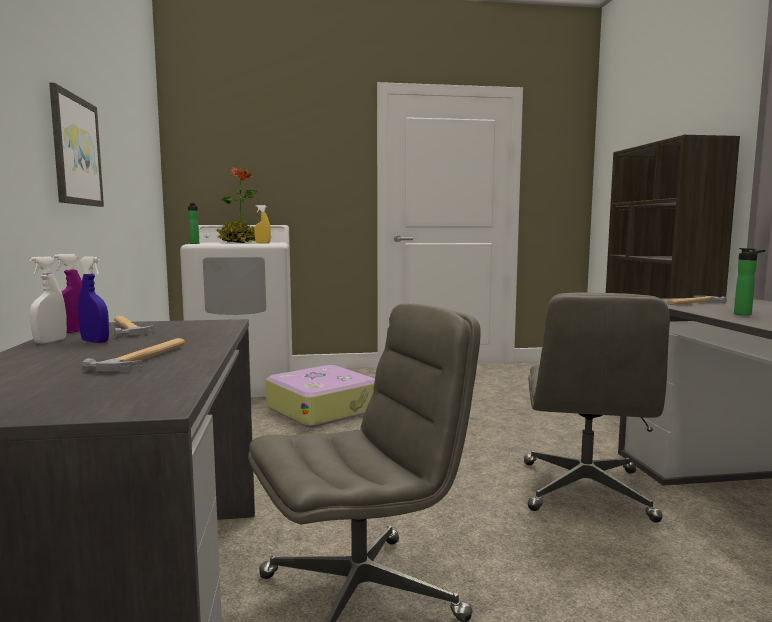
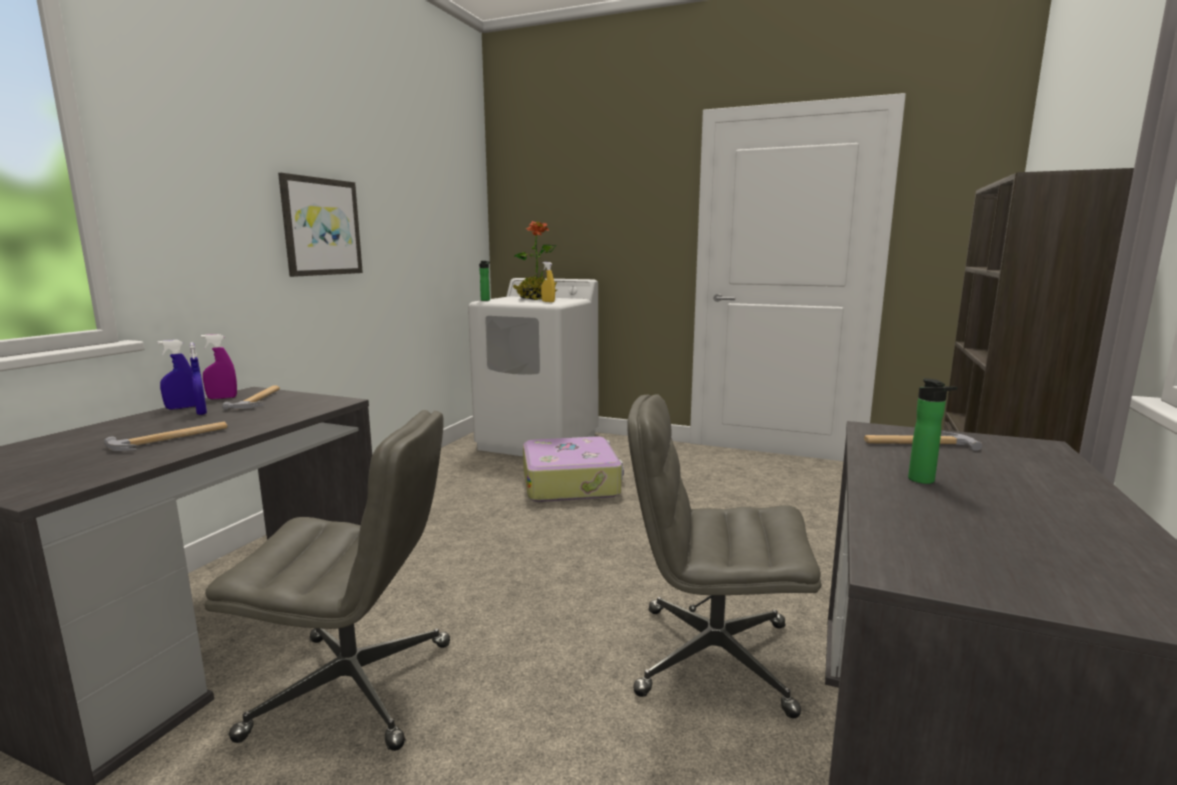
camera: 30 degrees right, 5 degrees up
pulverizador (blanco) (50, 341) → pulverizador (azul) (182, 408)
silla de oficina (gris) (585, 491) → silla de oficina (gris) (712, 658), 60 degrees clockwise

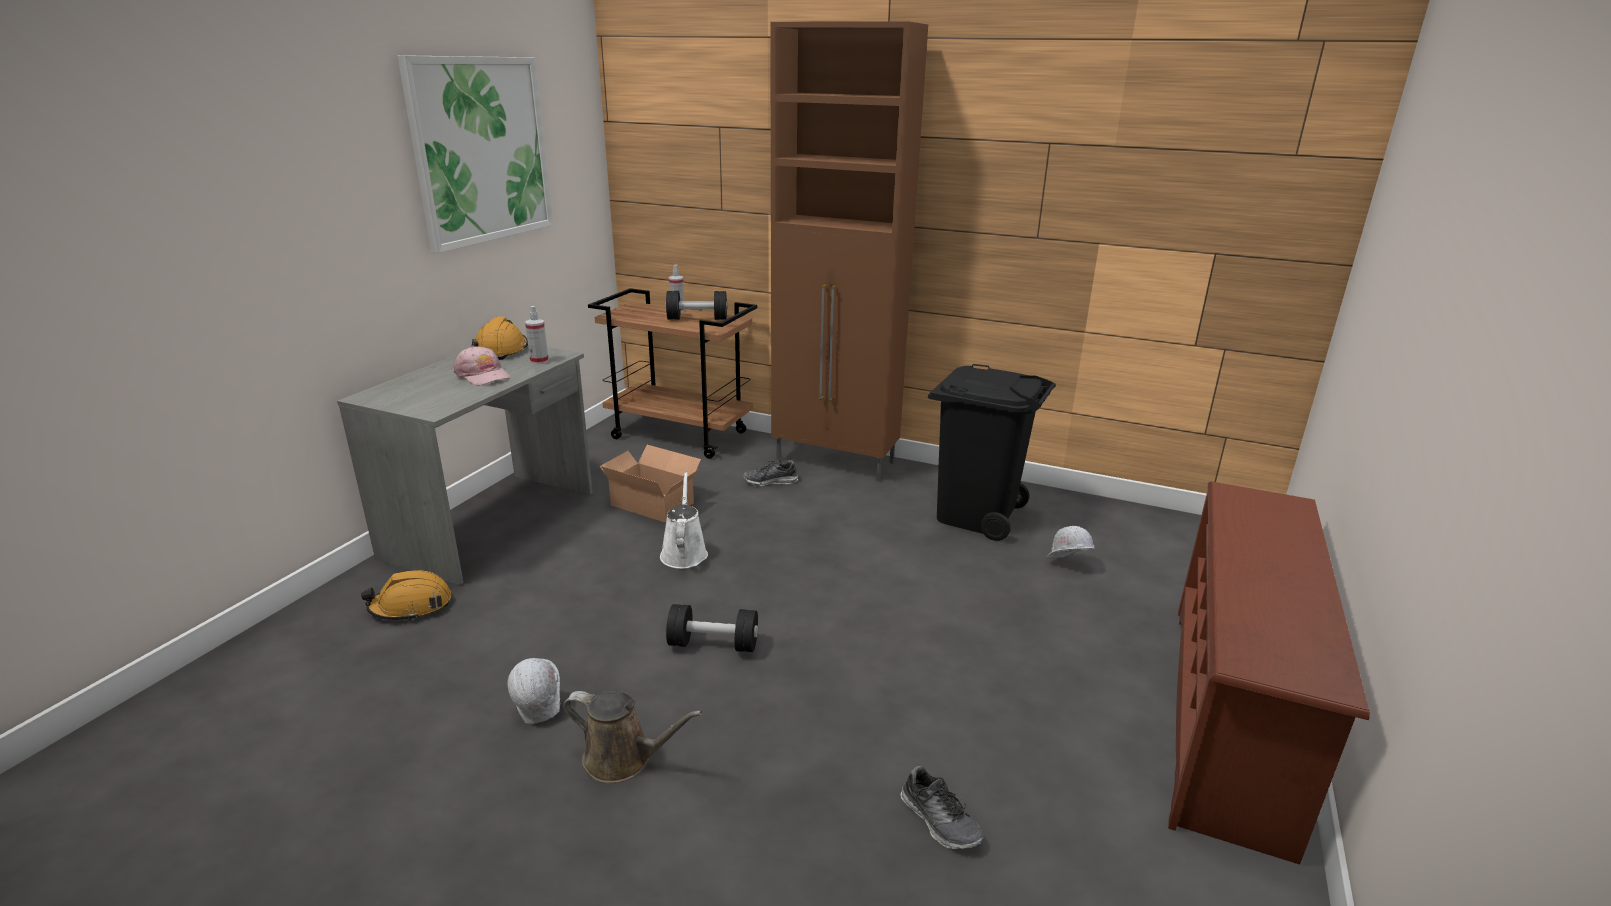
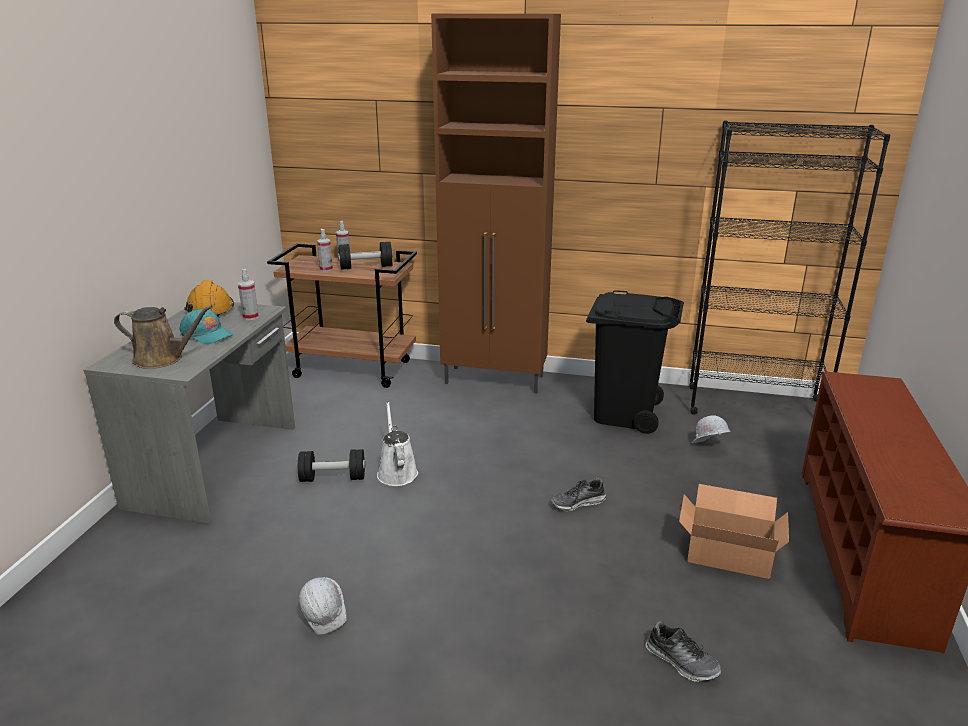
camera: 10 degrees left, 0 degrees up
regadera (marrón) (624, 759) → regadera (marrón) (162, 359), moved
gorra (rosa) (483, 375) → gorra (turquesa) (207, 334)
mancuerna (negro) (713, 644) → mancuerna (negro) (333, 478), moved
- → pulverizador (326, 269)
zapato (770, 481) → zapato (578, 503), moved
caja de cartón (653, 502) → caja de cartón (727, 551), moved
- → estantería (negro) (754, 406)
casco (naranja) (411, 606) → -
cuadro (481, 150) → -

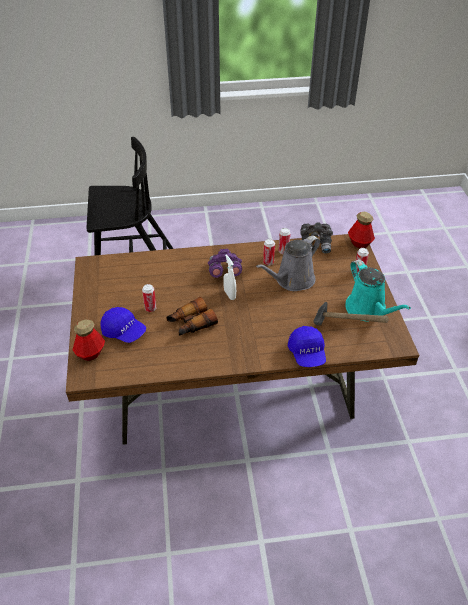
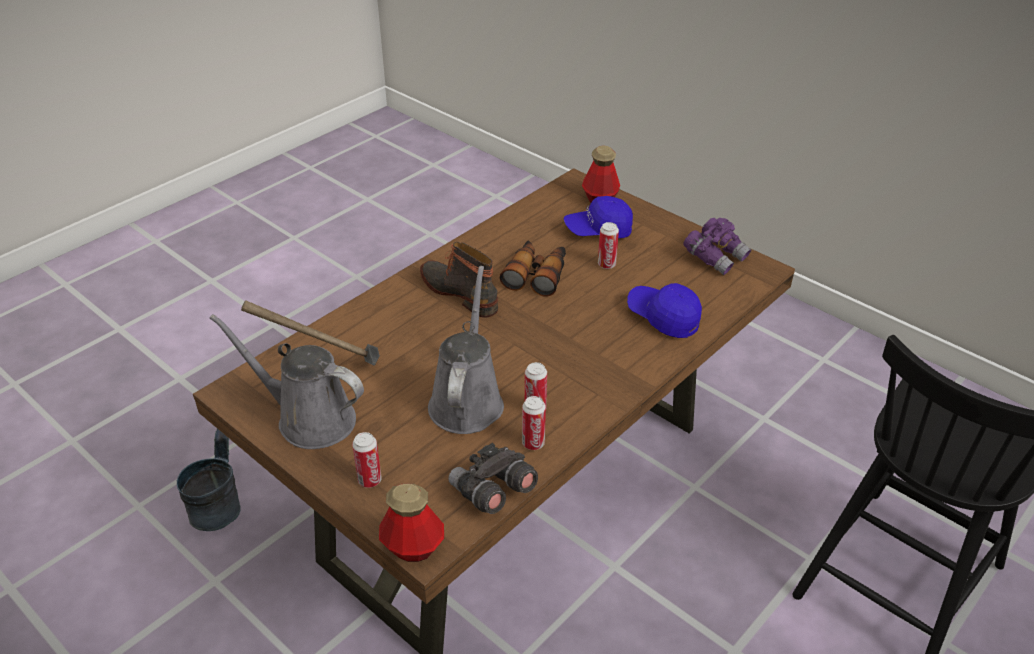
camera: 140 degrees right, 5 degrees down
- → cubo (gris) (219, 504)
regadera (turquesa) (368, 310) → regadera (gris) (309, 419)
- → bota (460, 292)
gorra (azul) (307, 353) → gorra (azul) (663, 318), moved
prismáticos (morado) (224, 272) → prismáticos (morado) (715, 257), moved
pulverizador (blanco) (229, 294) → -

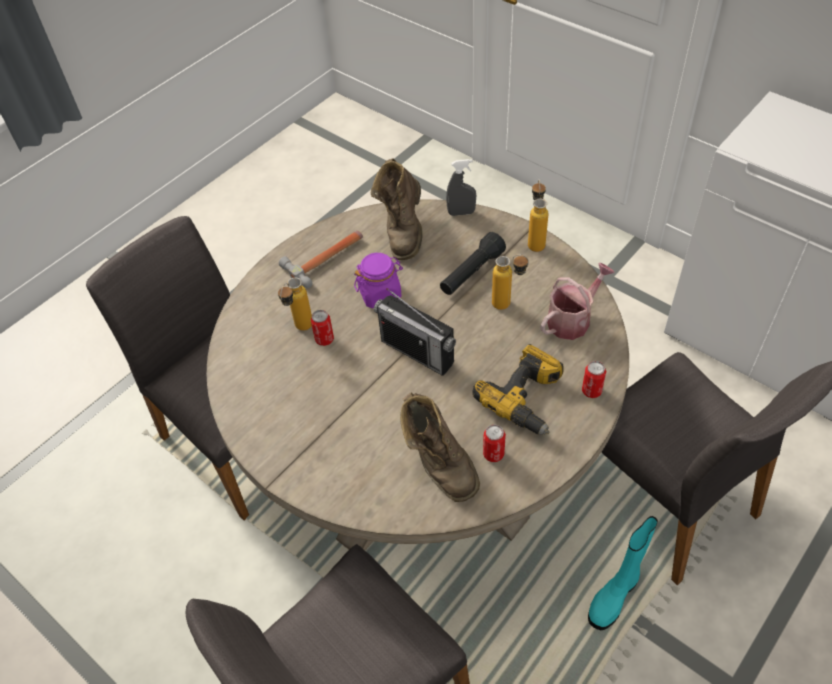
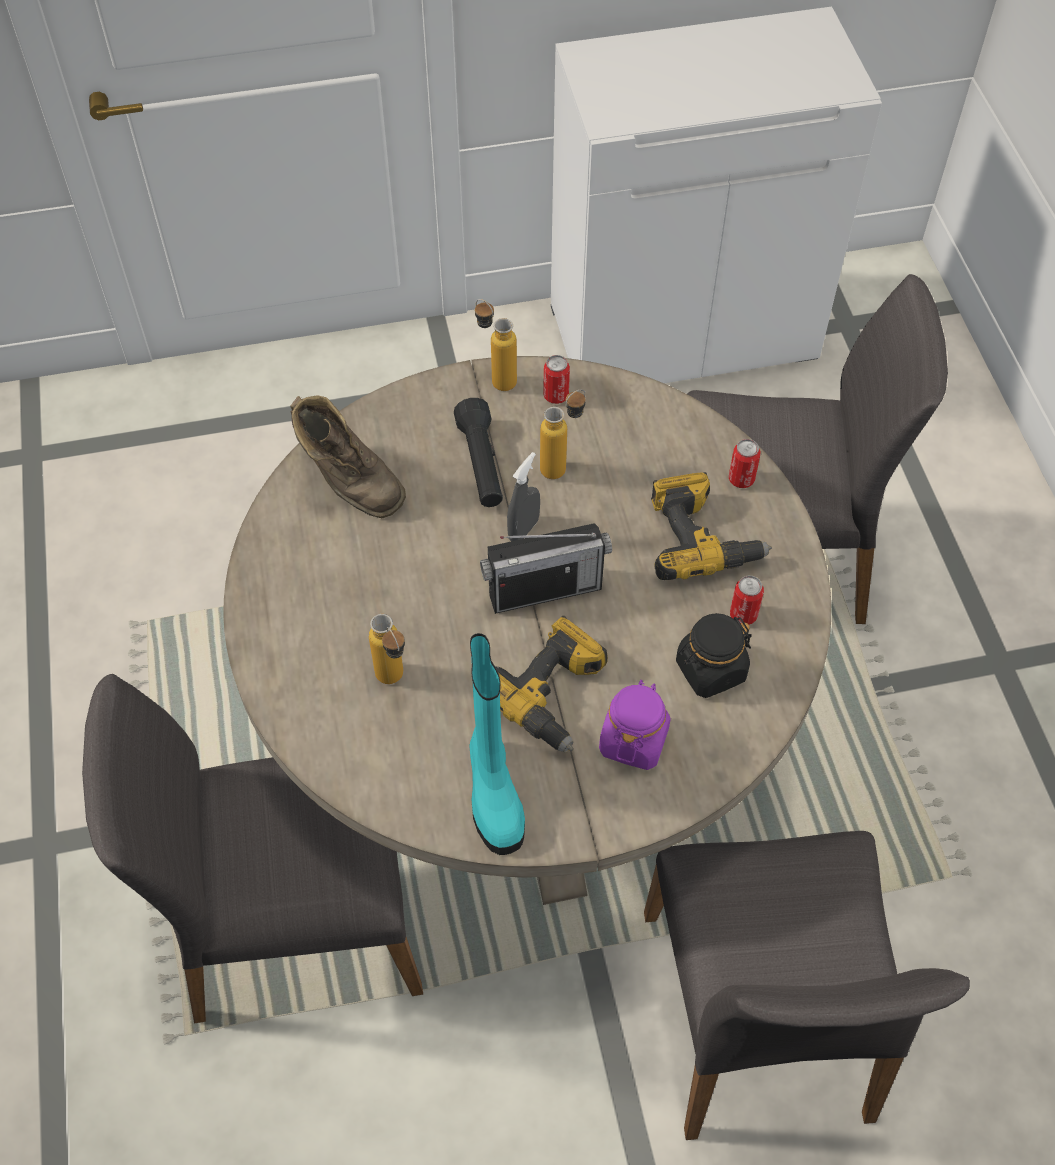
camera: 55 degrees left, 5 degrees up
bota (turquesa) (614, 596) → bota (turquesa) (493, 791), moved
- → taladro (552, 694)
pulverizador (gris) (461, 213) → pulverizador (gris) (523, 530), moved
lata (324, 339) → lata (556, 396), moved
tarro (morado) (380, 293) → tarro (morado) (633, 740), moved
bota (marrón) (438, 462) → tarro (negro) (710, 670)
martillo (326, 258) → -
regadera (572, 319) → -

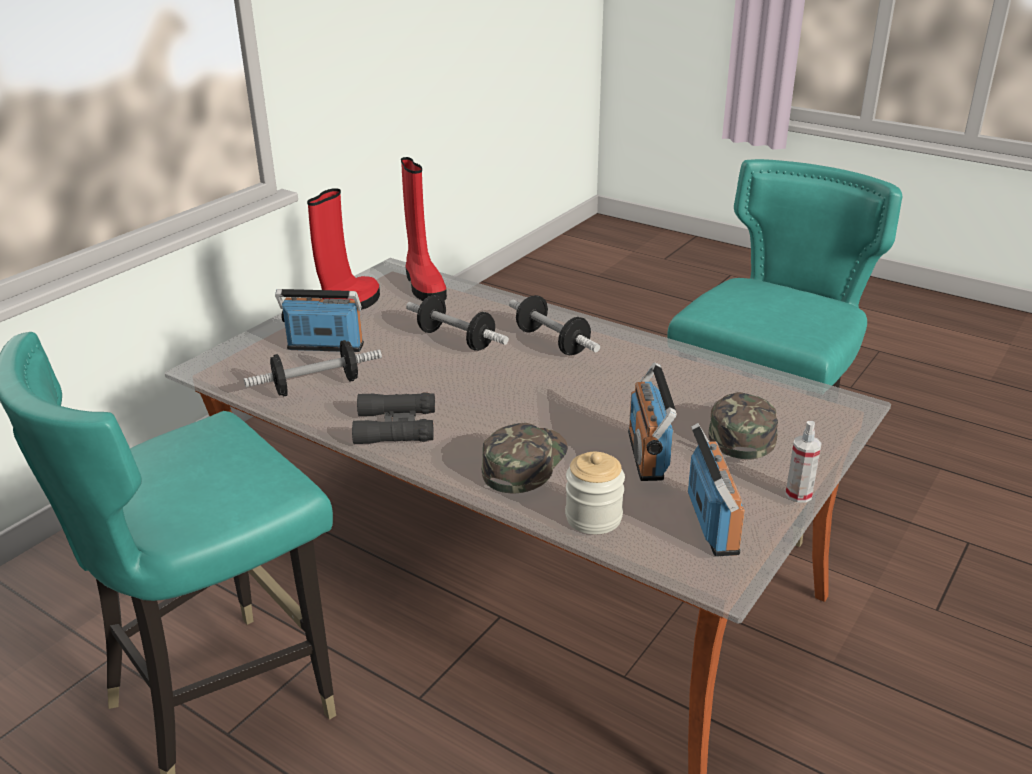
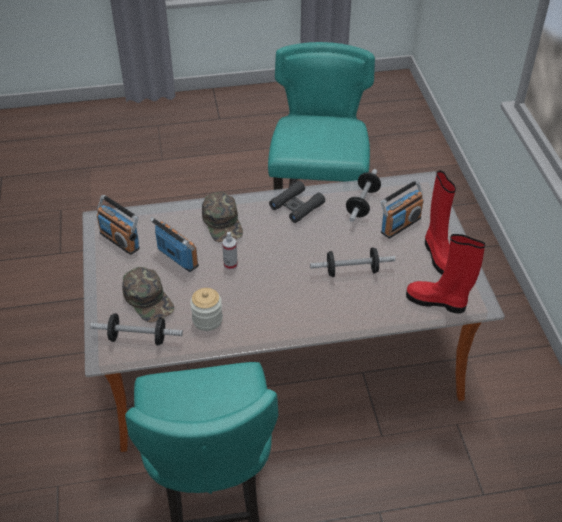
camera: 135 degrees right, 15 degrees up
mancuerna (552, 342) → mancuerna (138, 338), moved
tarro (593, 517) → tarro (207, 320), moved
pulverizador (798, 494) → pulverizador (230, 264), moved

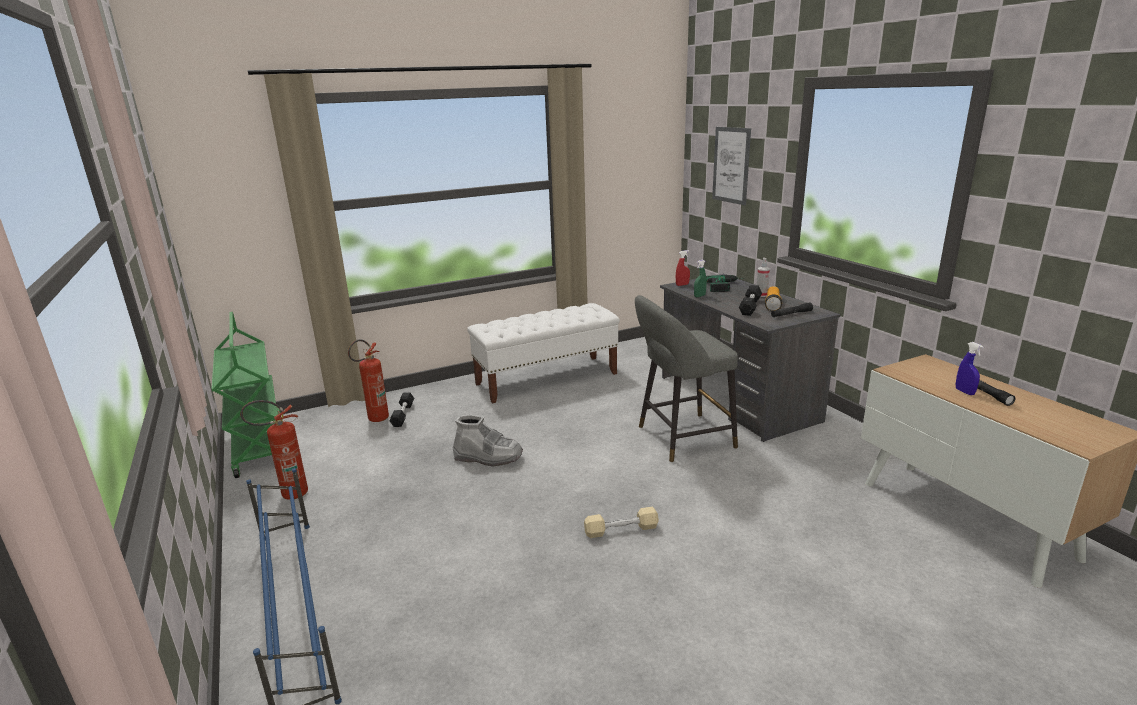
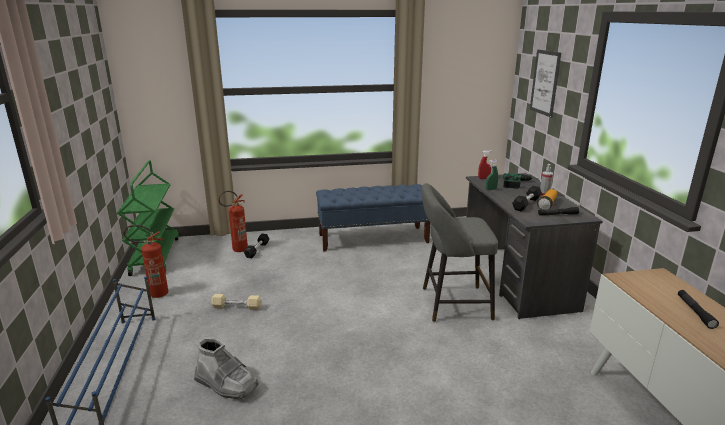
camera: 15 degrees right, 0 degrees up
bota (gris) (488, 457) → bota (gris) (226, 384), moved
mancuerna (beis) (621, 530) → mancuerna (beis) (237, 307), moved
banco (blanco) (547, 378) → banco (azul) (373, 238)
pulverizador (azul) (964, 392) → -

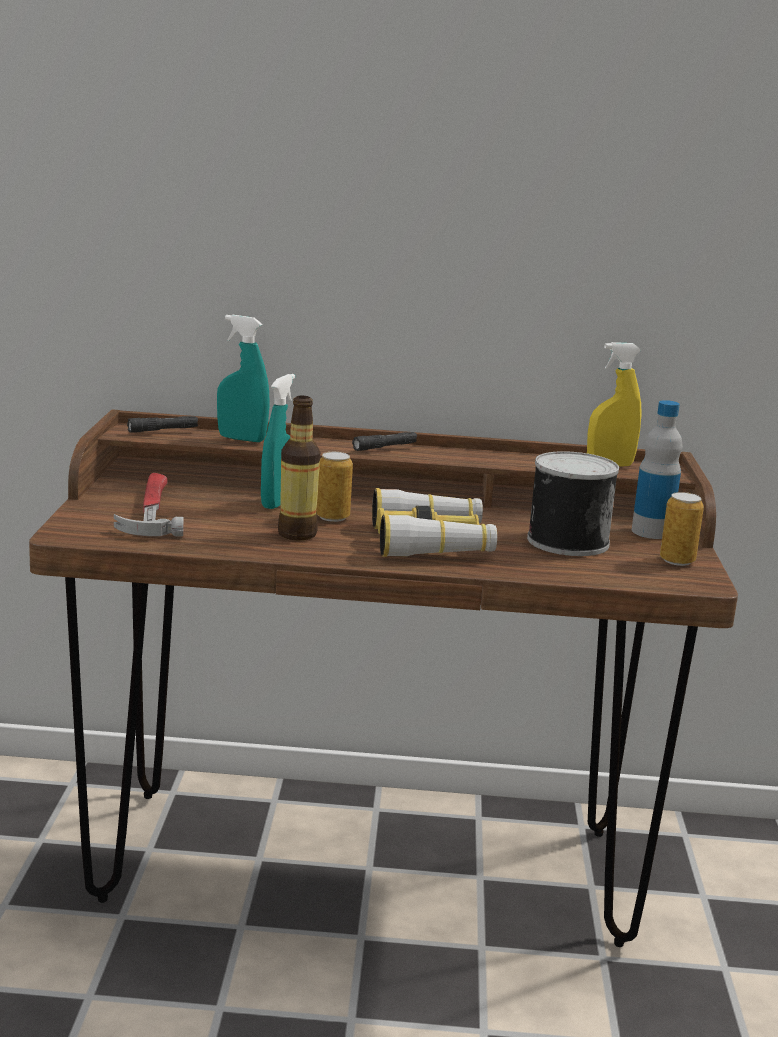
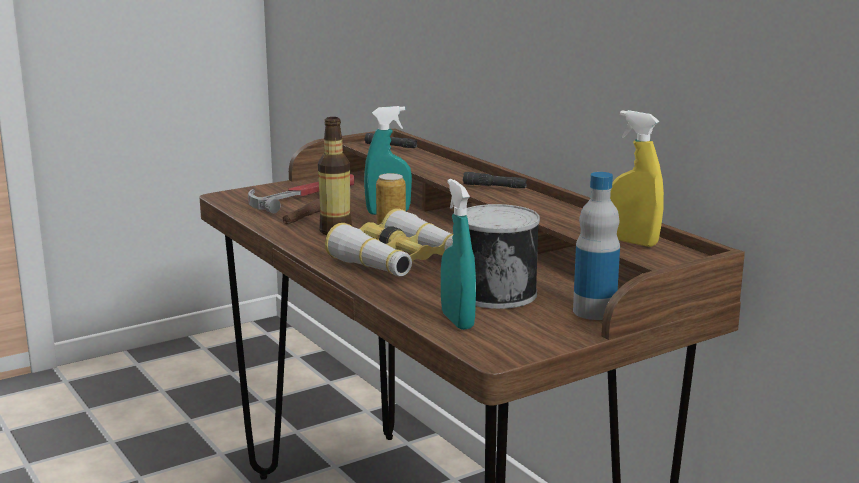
camera: 55 degrees right, 0 degrees up
- → linterna (marrón) (304, 217)
pulverizador (turquesa) (242, 439) → pulverizador (turquesa) (457, 321), moved
lata (677, 561) → -

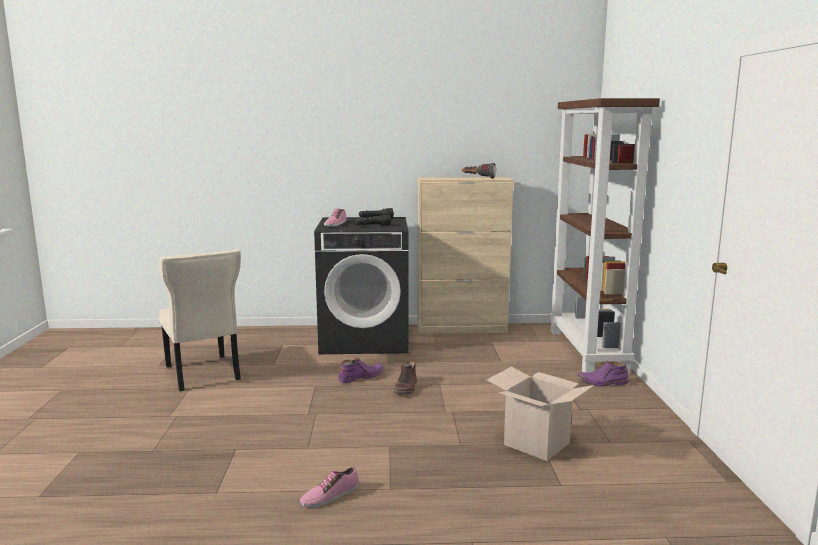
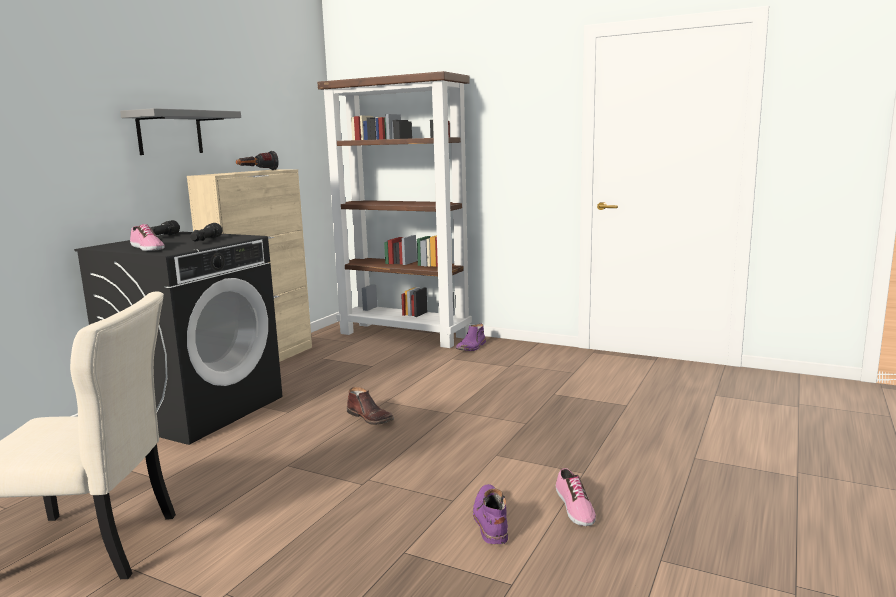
camera: 60 degrees left, 0 degrees up
- → estante (gris) (170, 133)
bota (morado) (361, 377) → bota (morado) (490, 520), moved
caja de cartón (536, 444) → -

